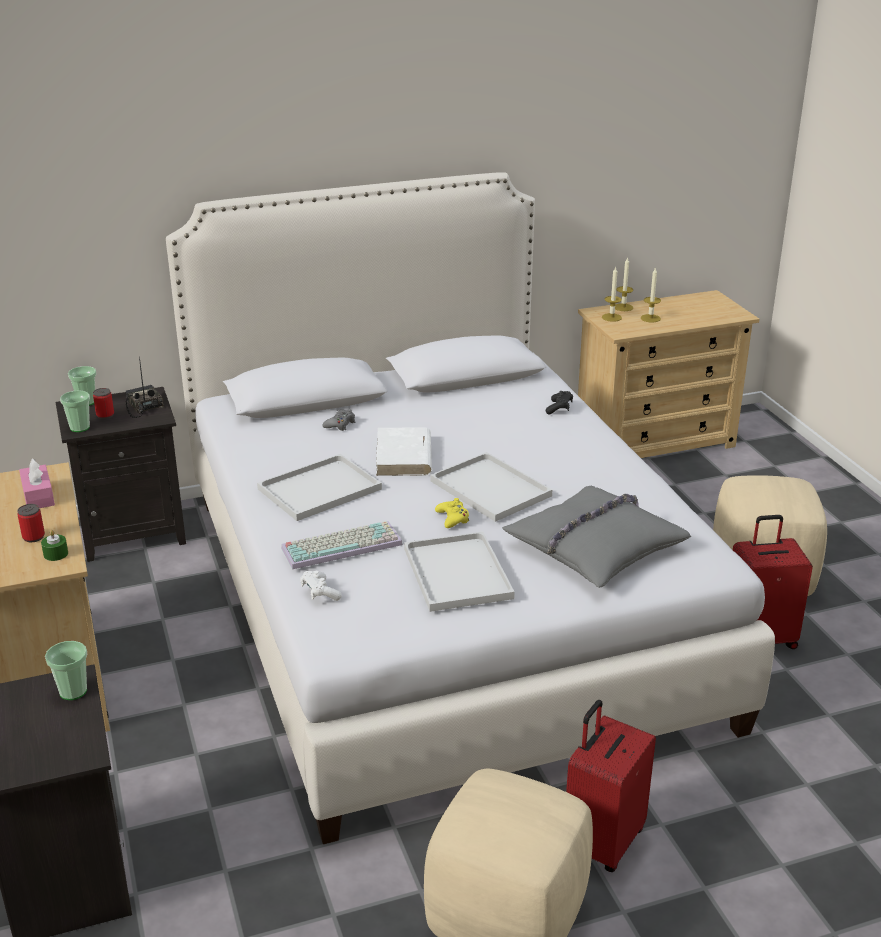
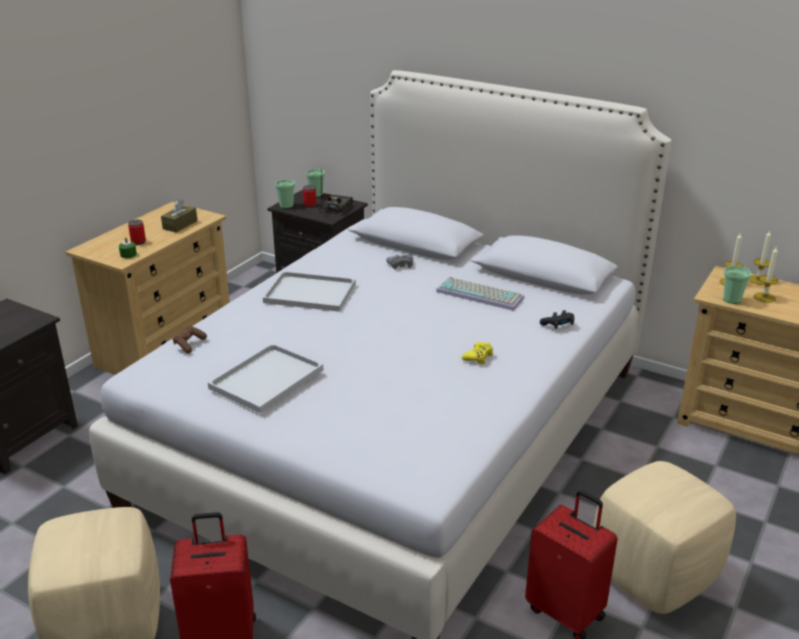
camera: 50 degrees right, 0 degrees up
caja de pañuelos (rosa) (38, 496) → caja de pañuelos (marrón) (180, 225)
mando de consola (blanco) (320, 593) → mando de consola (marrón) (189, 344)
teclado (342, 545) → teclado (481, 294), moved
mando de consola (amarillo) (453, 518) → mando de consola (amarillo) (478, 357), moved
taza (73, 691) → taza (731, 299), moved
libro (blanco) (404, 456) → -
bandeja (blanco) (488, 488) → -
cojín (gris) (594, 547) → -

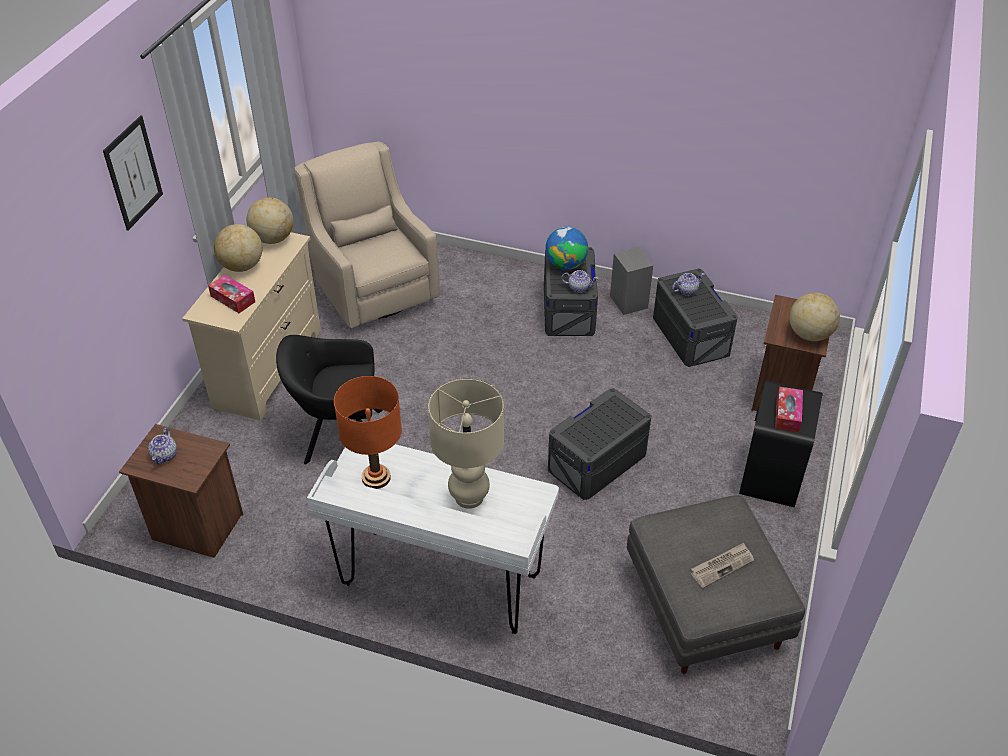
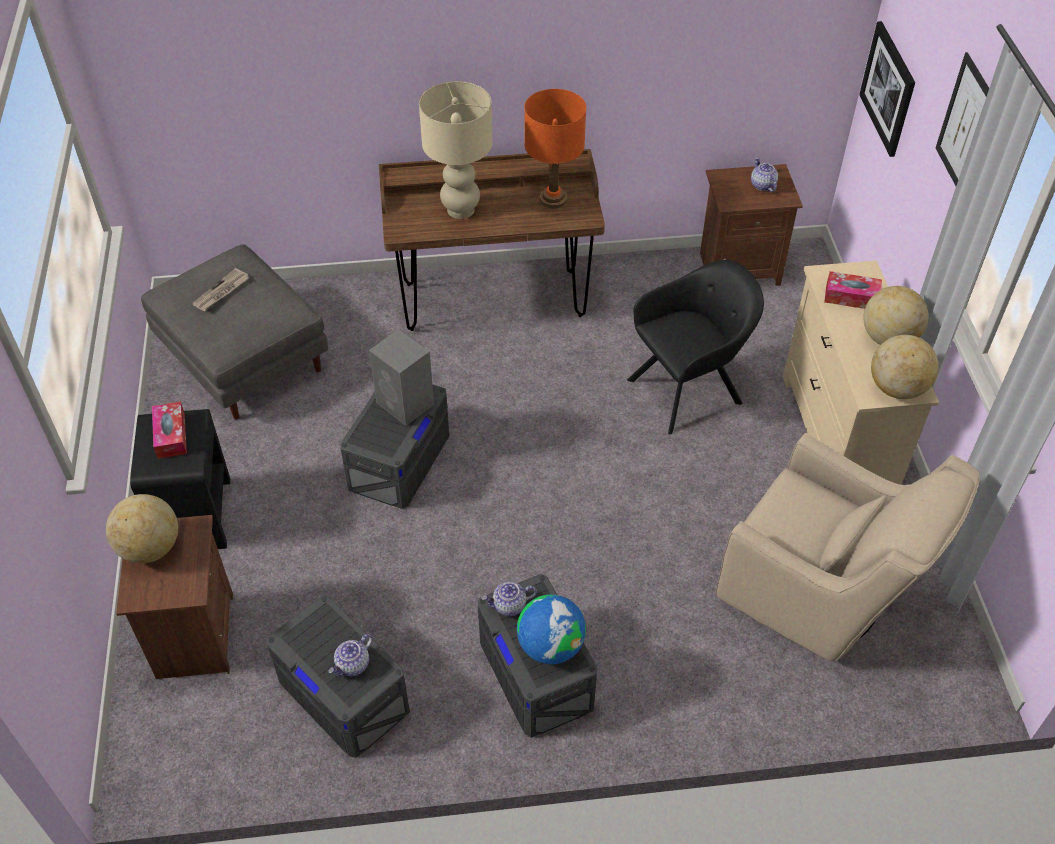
camera: 155 degrees right, 5 degrees up
altavoz (gris) (628, 301) → altavoz (gris) (406, 404), moved
escritorio (blanco) (440, 581) → escritorio (marrón) (493, 299)
- → cuadro (888, 88)

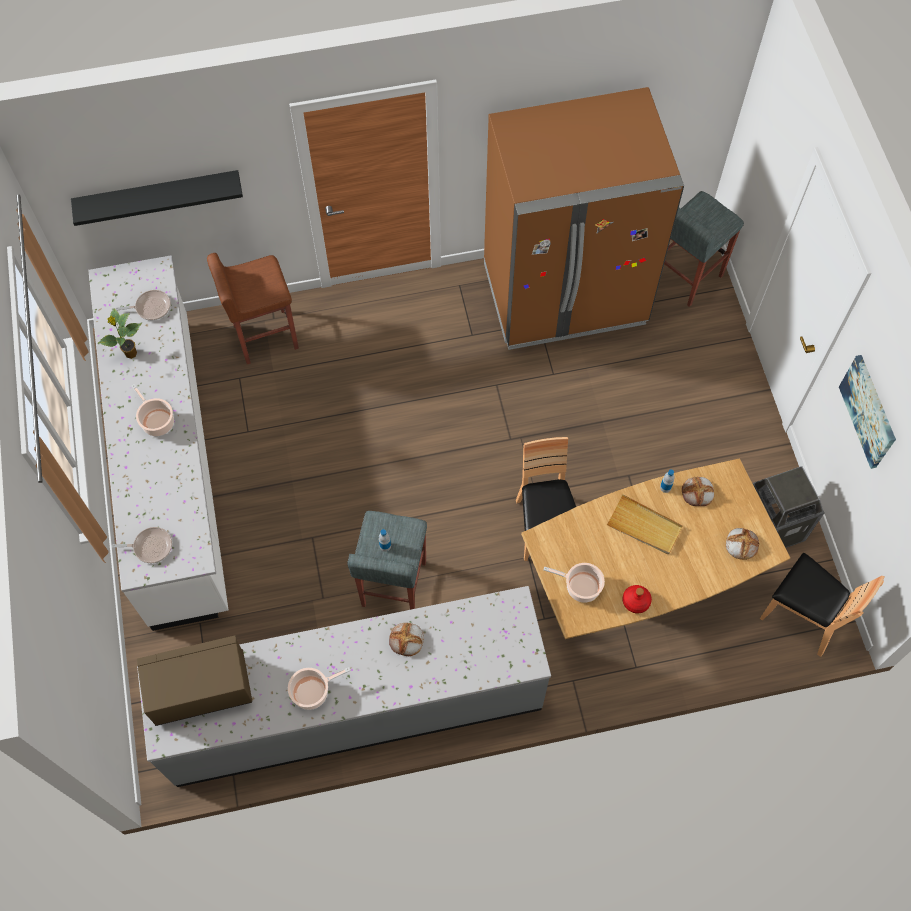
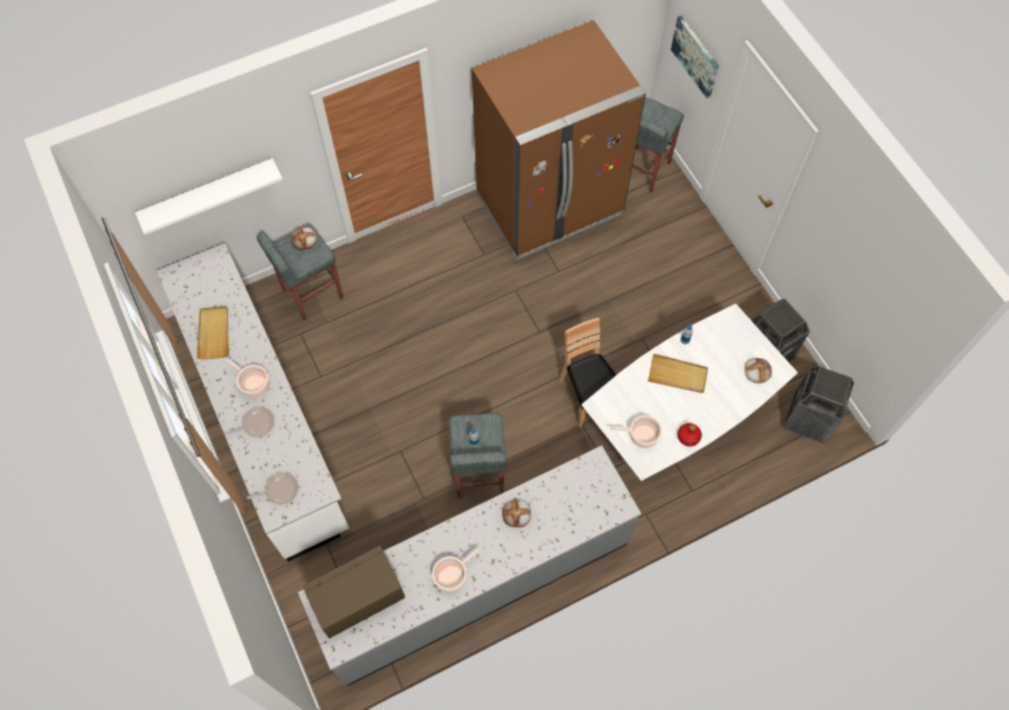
camera: 15 degrees left, 0 degrees up
estante (negro) (158, 194) → estante (blanco) (208, 193)
planta en maceta (130, 354) → bandeja (beis) (214, 333)
sartén (151, 307) → sartén (256, 424), moved
taburete (marrón) (264, 336) → taburete (gris) (312, 294)
pan (698, 492) → pan (304, 240), moved
mesa de comedor (marrón) (640, 584) → mesa de comedor (blanco) (676, 423)
cuadro (868, 411) → cuadro (695, 56), moved
silla (marrón) (802, 617) → papelera (809, 418)

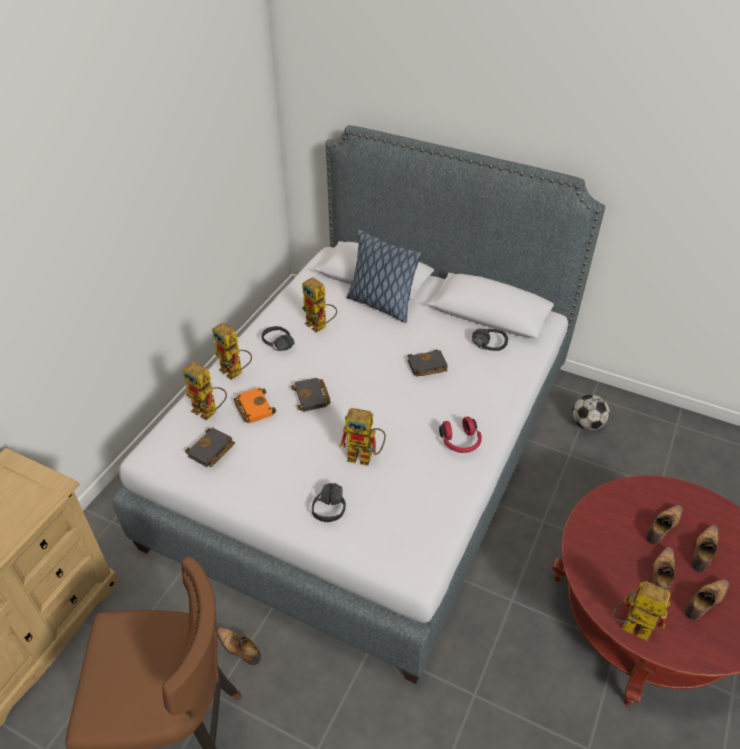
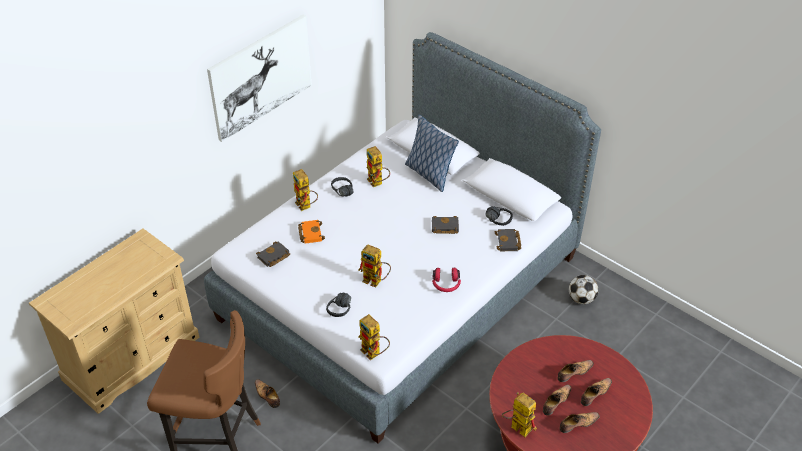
camera: 15 degrees right, 0 degrees up
- → cuadro (261, 77)
robot de juguete (210, 412) → robot de juguete (374, 353), moved
libro (negro) (312, 397) → libro (negro) (508, 242), moved

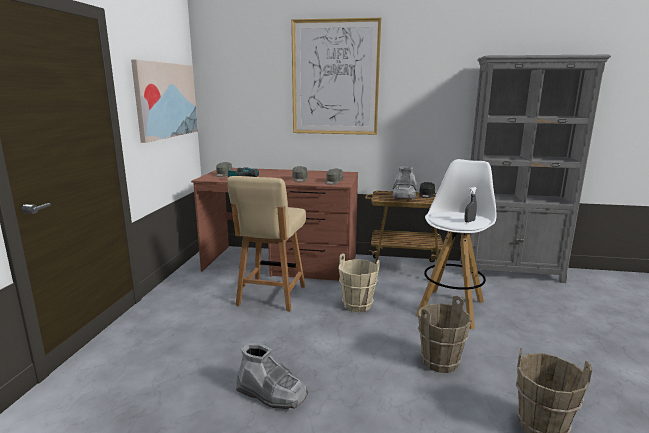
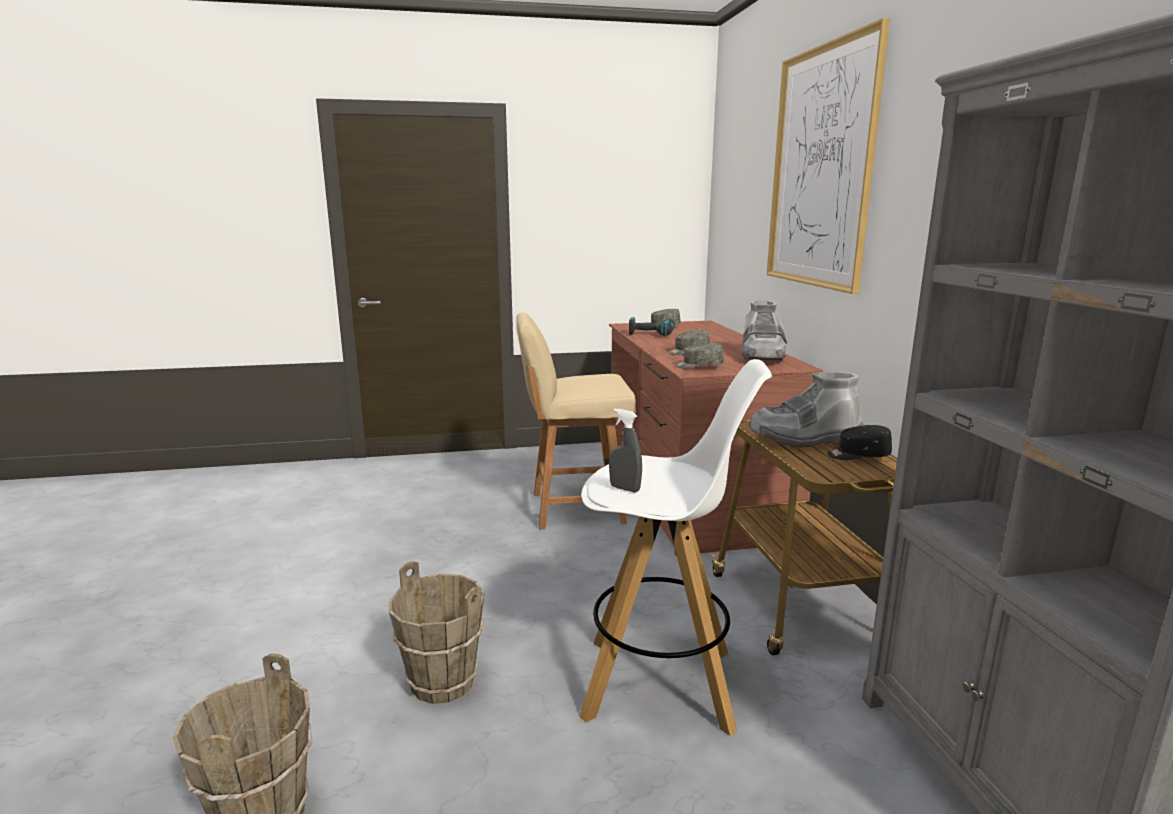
camera: 70 degrees right, 0 degrees up
bota (gris) (272, 394) → bota (gris) (762, 357), moved
cuadro (166, 100) → -
cubo (beis) (357, 305) → -

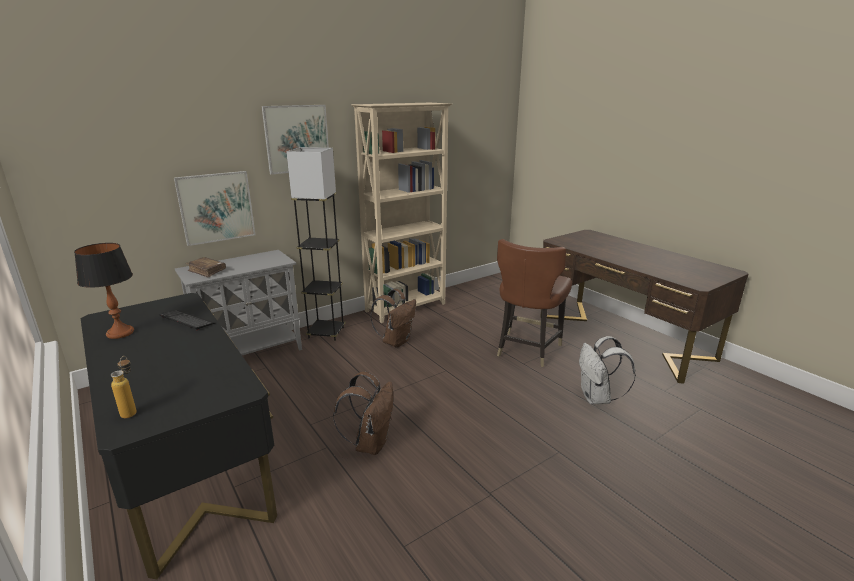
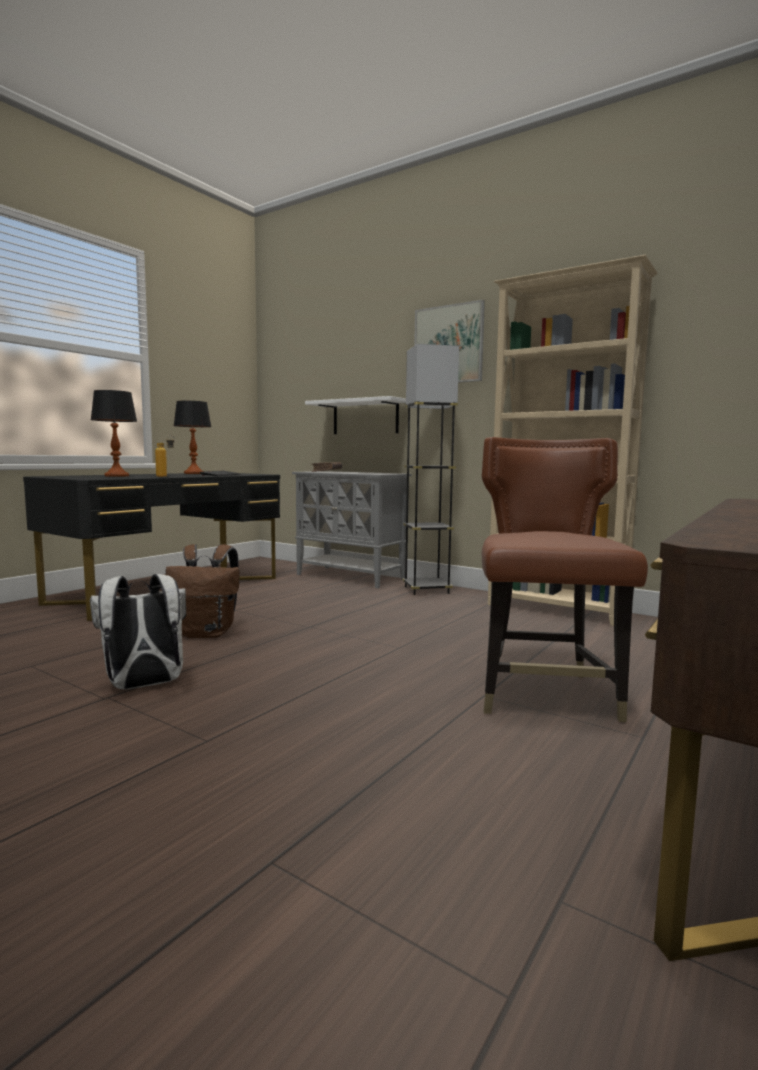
camera: 70 degrees right, 15 degrees down
mochila (blanco) (597, 398) → mochila (blanco) (144, 686), moved
- → lámpara de mesa (116, 476)
botella (132, 410) → botella (166, 476), moved
cuadro (216, 207) → estante (blanco) (365, 417)
silla (marrón) (526, 349) → silla (marrón) (545, 695), 90 degrees clockwise
mochila (marrón) (396, 341) → -

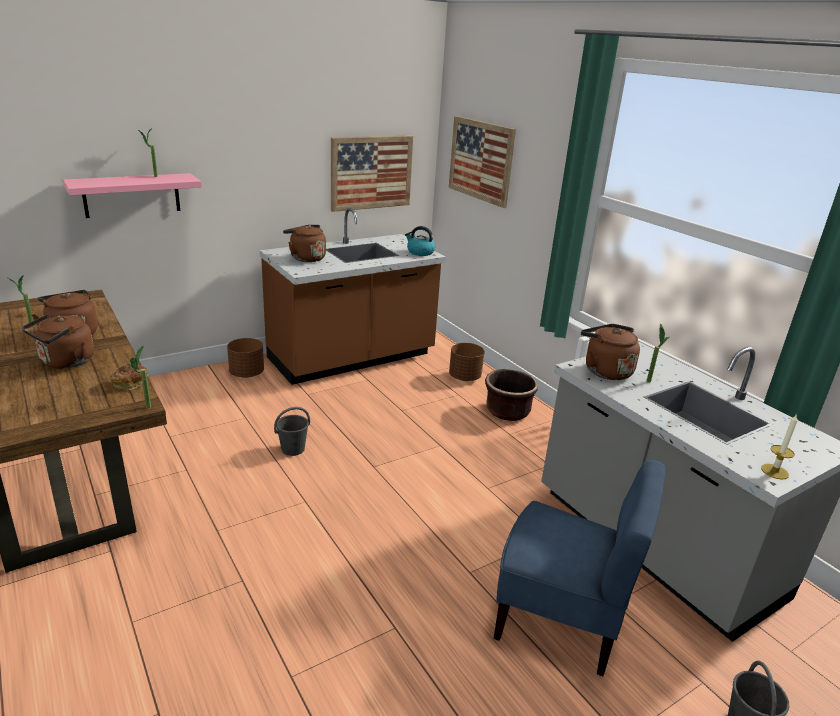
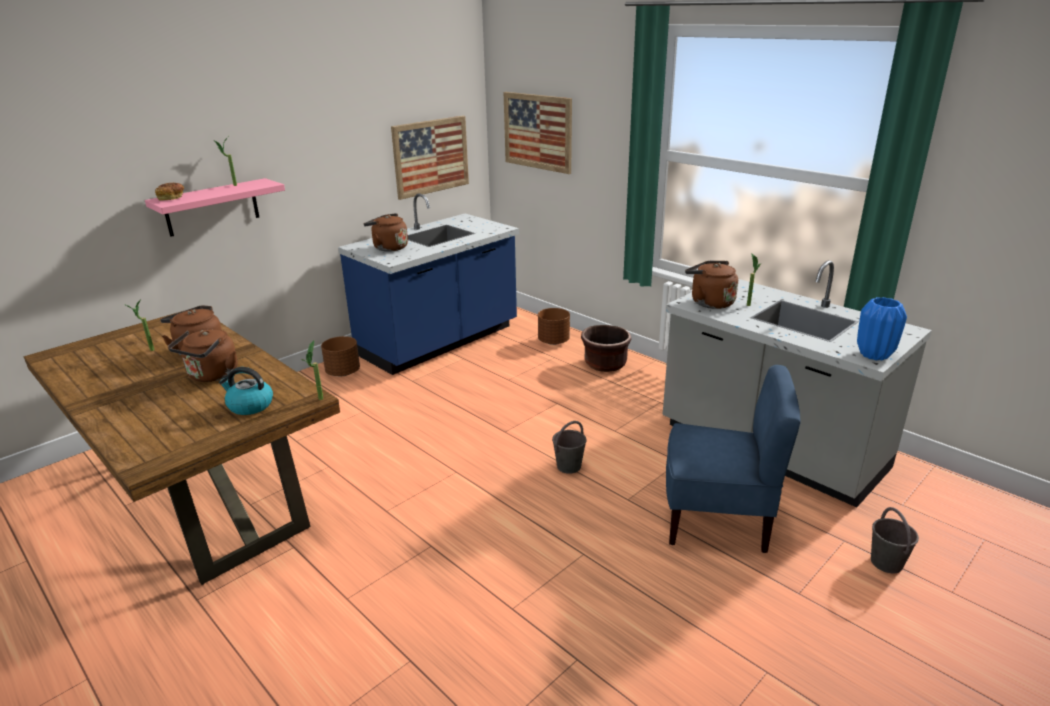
camera: 10 degrees left, 0 degrees up
pan (131, 384) → pan (171, 198), moved
hervidor (420, 252) → hervidor (249, 406), moved
mueble bajo de cocina (marrón) (352, 358) → mueble bajo de cocina (azul) (439, 341)
cubo (gris) (293, 449) → cubo (gris) (569, 466), moved
vela (774, 471) → florero (azul) (873, 355)

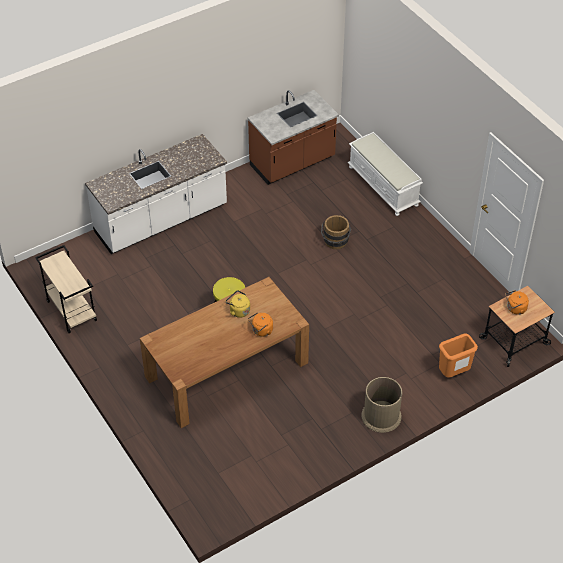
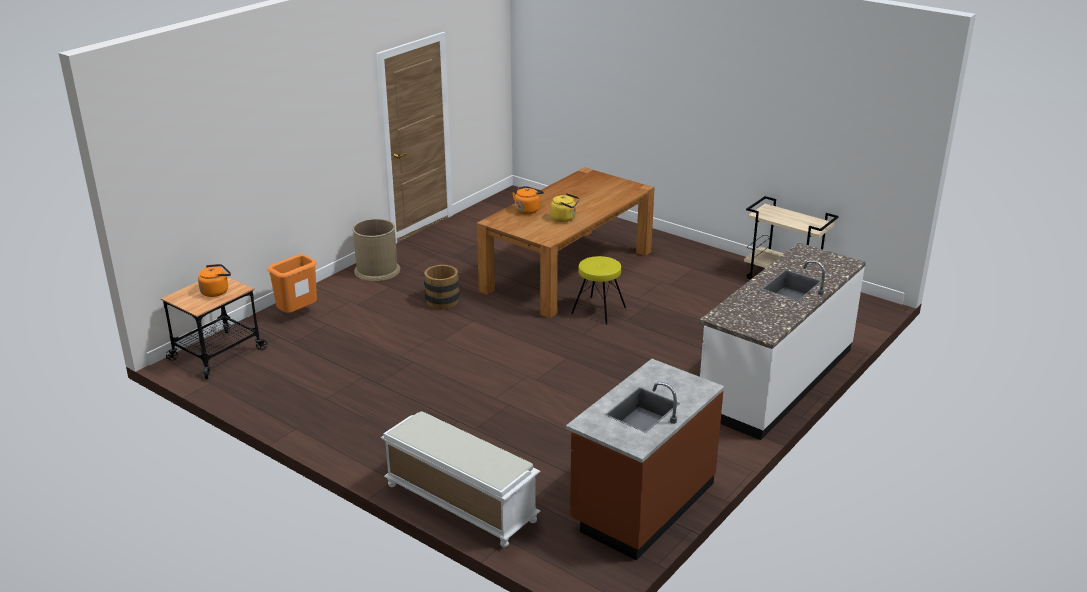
camera: 160 degrees right, 20 degrees down
cubo (marrón) (335, 242) → cubo (marrón) (442, 300), moved

